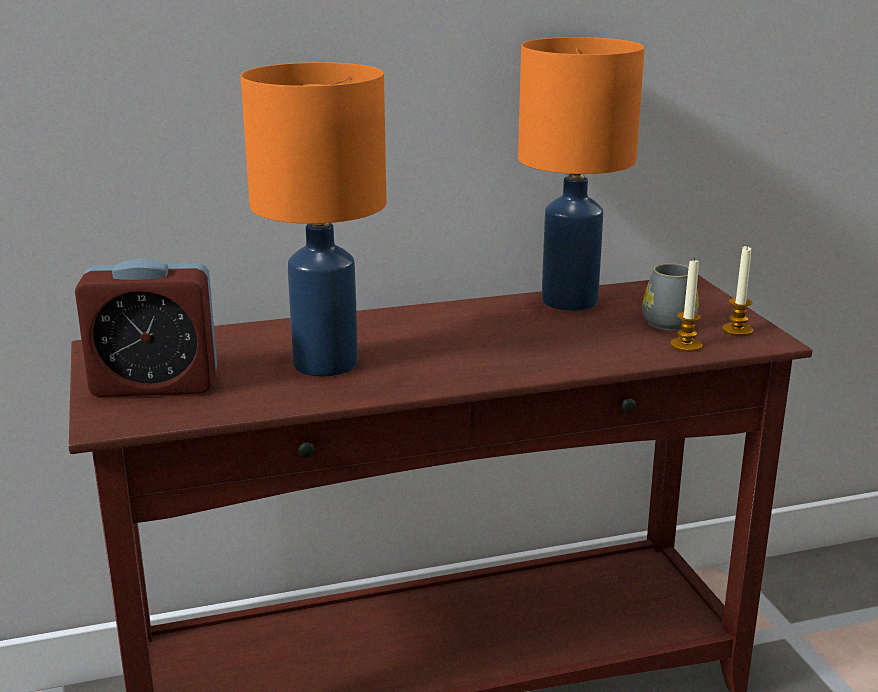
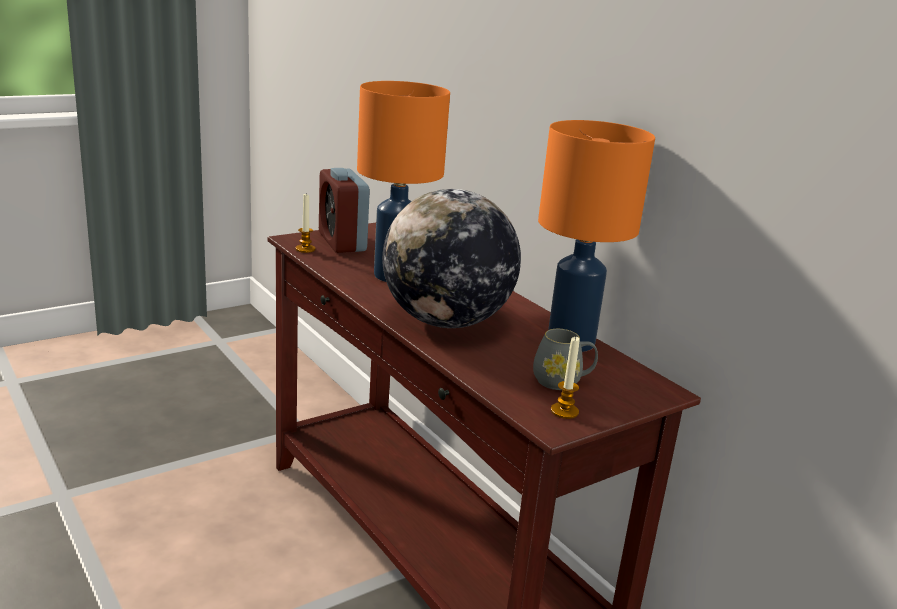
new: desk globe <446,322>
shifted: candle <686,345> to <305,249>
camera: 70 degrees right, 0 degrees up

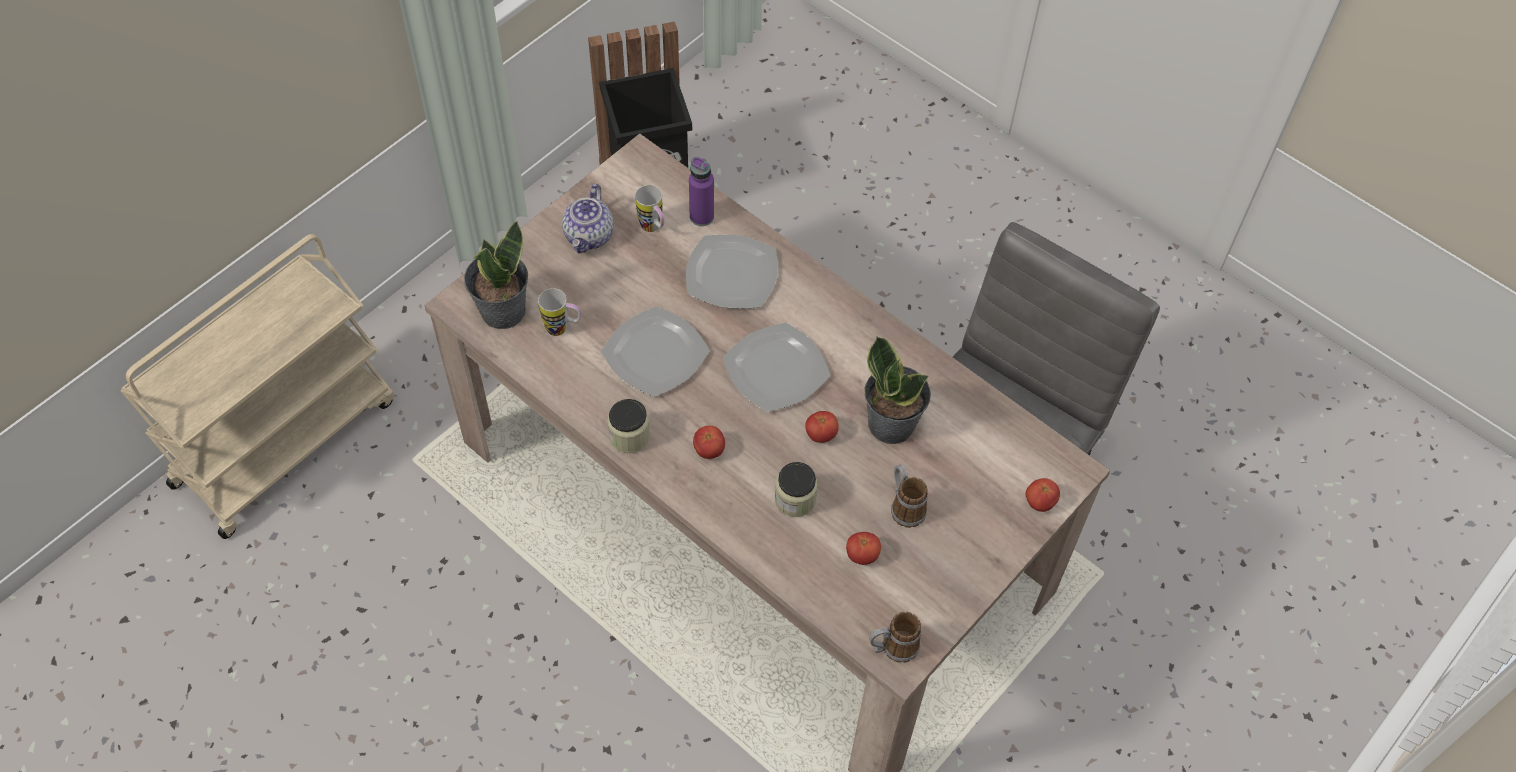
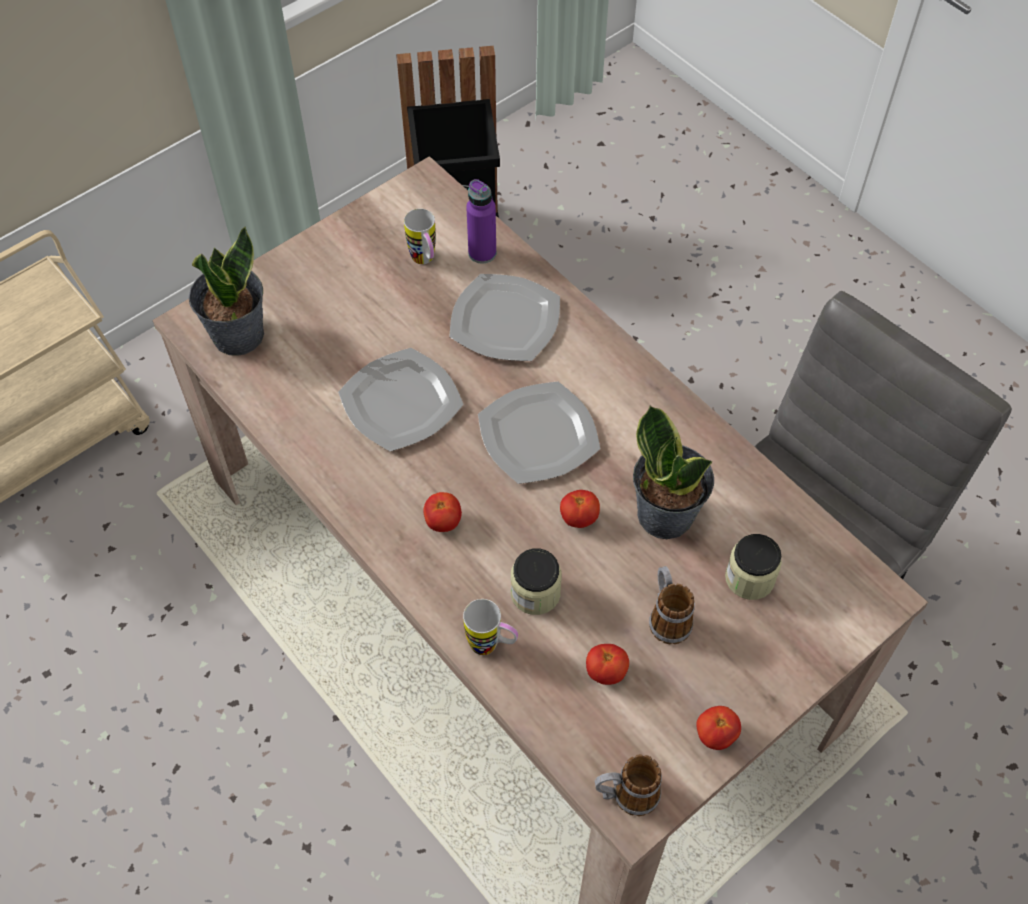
gone: pot for tea <589,236>
shifted: coffee mug <563,329> to <492,646>; preserve jar <629,436> to <749,578>; fresh tomato <1039,502> to <715,735>
camera: 10 degrees right, 0 degrees up

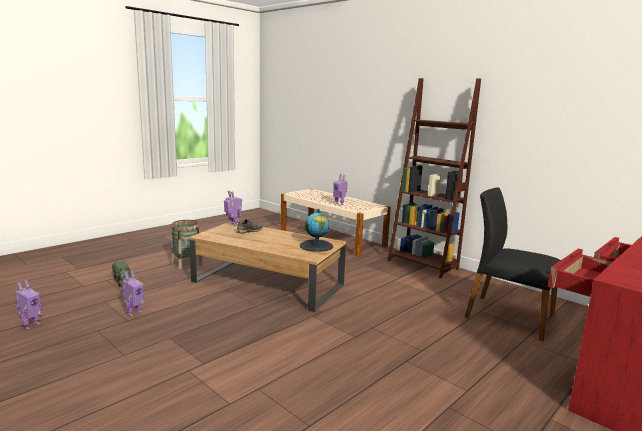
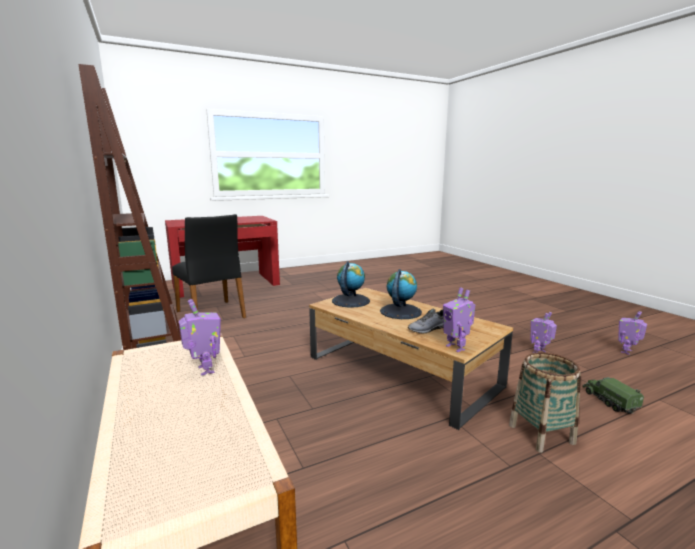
new: desk globe <400,311>
camera: 160 degrees left, 0 degrees up

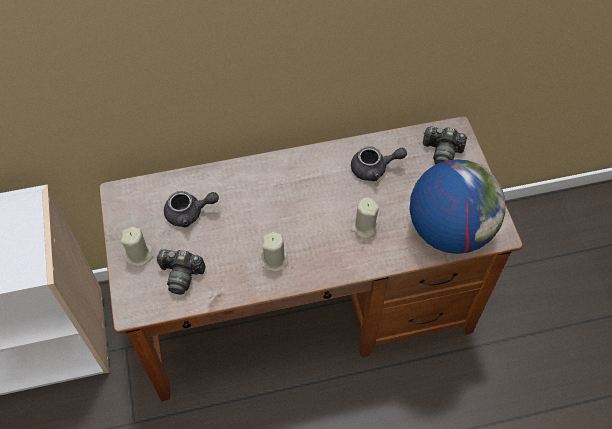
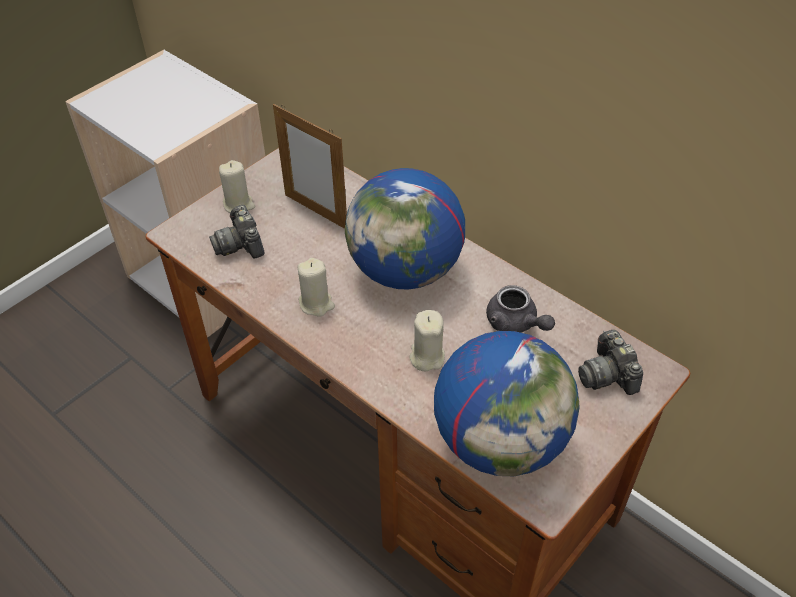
new: desk globe <405,271>
swapped: grey pot for tea <189,213> to standing frame <316,211>
camera: 55 degrees right, 10 degrees down

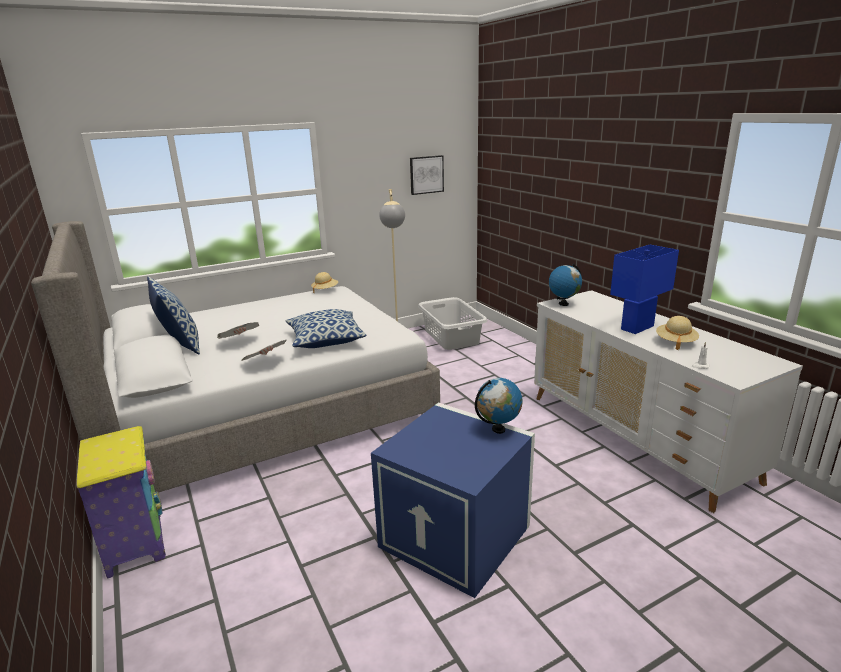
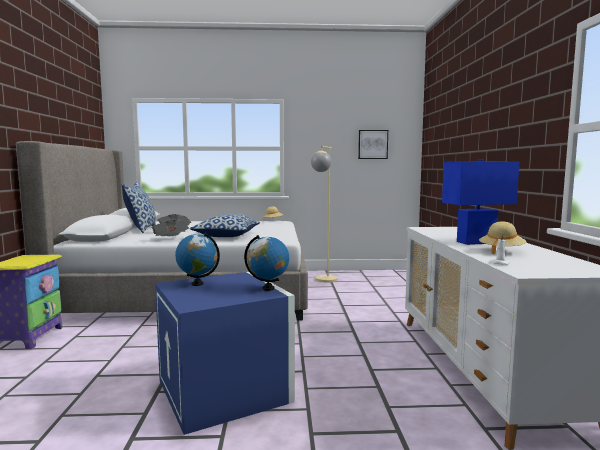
gone: grey washing basket <451,336>
shifted: desk globe <563,304> to <197,284>
camera: 25 degrees right, 15 degrees down

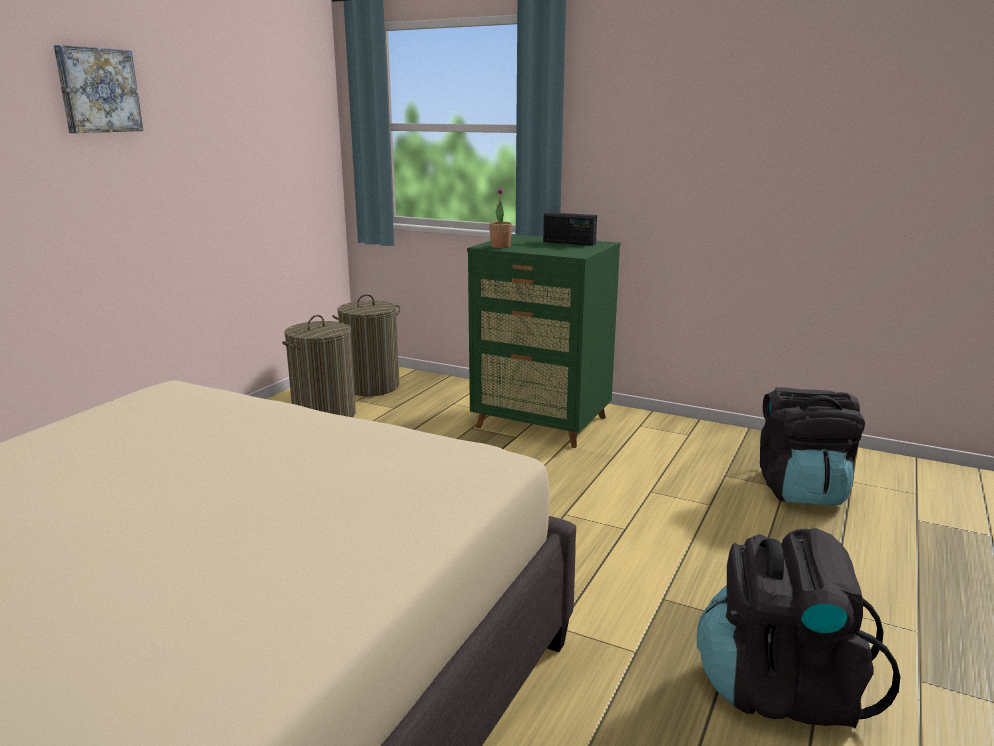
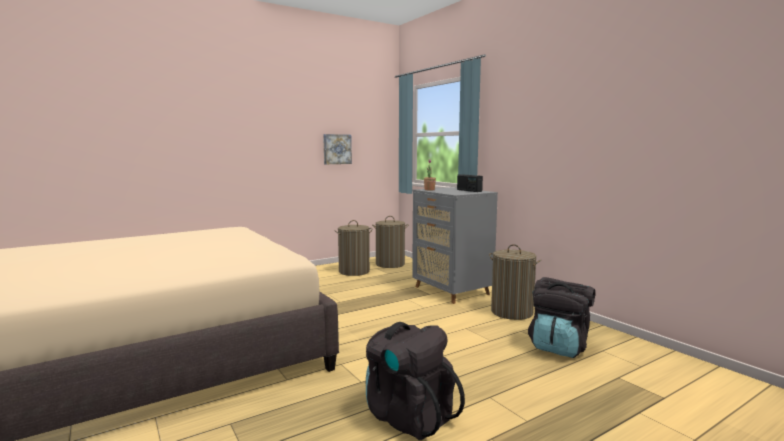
new: washing basket <512,312>
shifted: wall art <97,90> to <337,149>
repainted: greenish chest of drawers <542,422> to grey chest of drawers <452,291>
camera: 30 degrees right, 10 degrees down

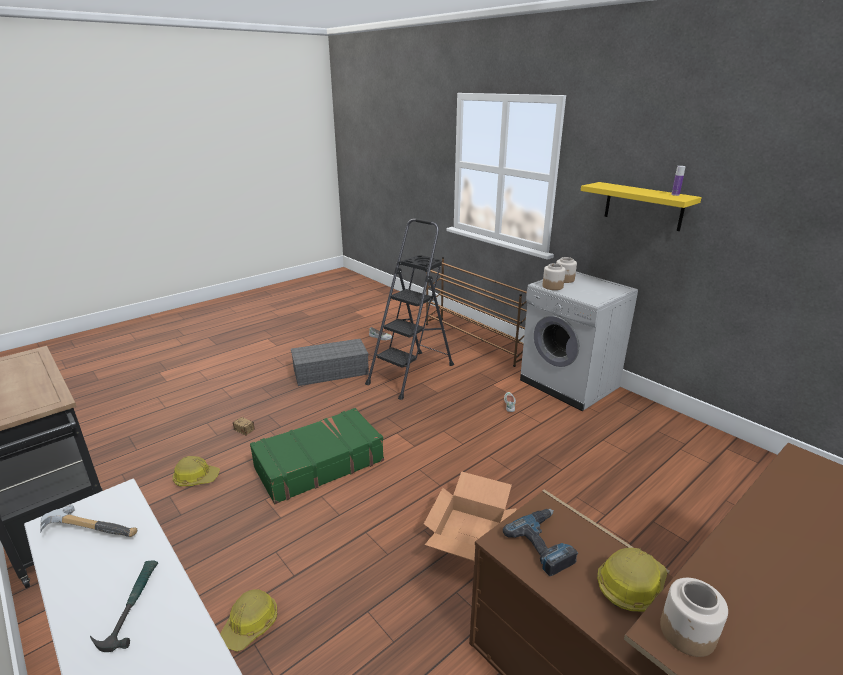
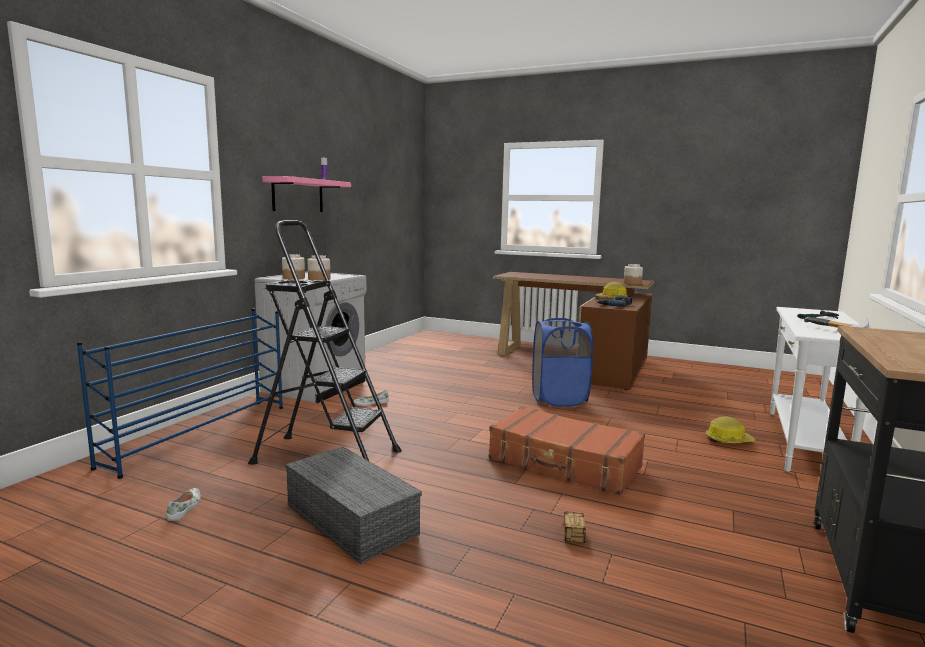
gone: safety helmet <196,478>
swapped: packing box <470,537> to bluish washing basket <559,399>
repainted: greenish suitcase <318,464> to brown-coloured suitcase <564,463>; brown-coloured shoe stand <475,341> to bluish shoe stand <201,434>; yellow-coloured wall shelf <643,206> to pink wall shelf <298,195>
camera: 115 degrees left, 15 degrees down

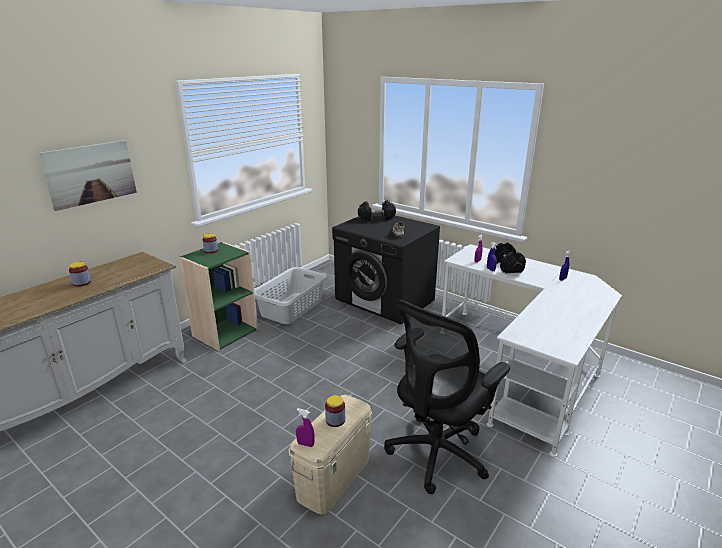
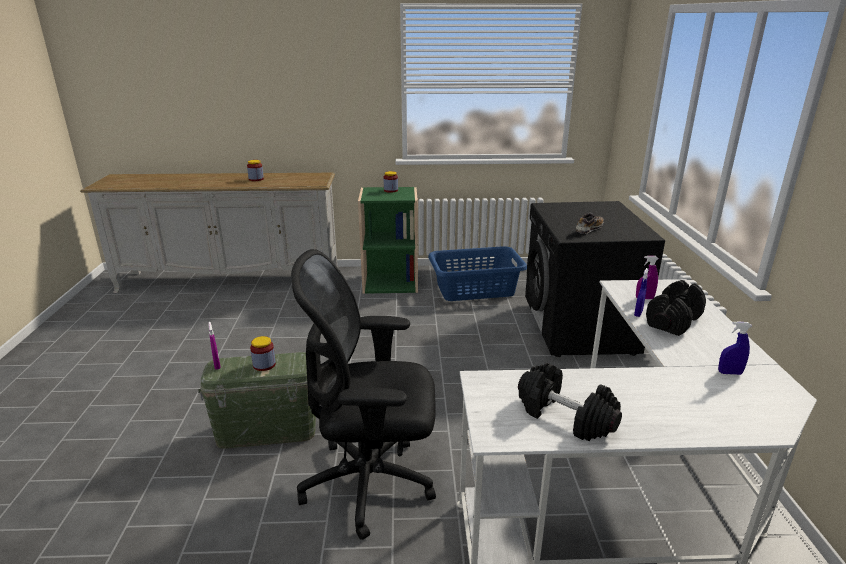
gone: wall art <90,174>
shifted: black free weight <376,218> to <565,417>
repainted: grey washing basket <292,308> to bluish washing basket <476,290>; sand-coloured storage box <333,477> to greenish storage box <267,430>
camera: 50 degrees right, 0 degrees up

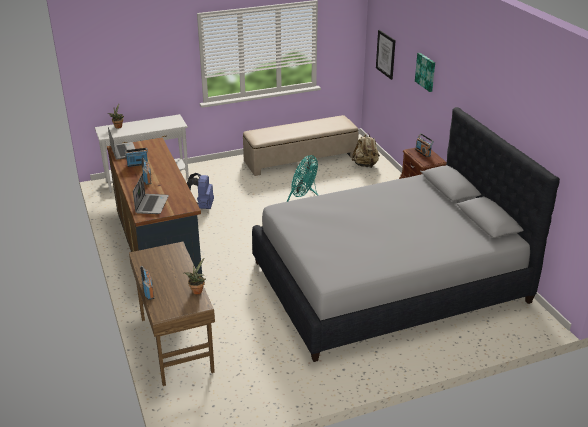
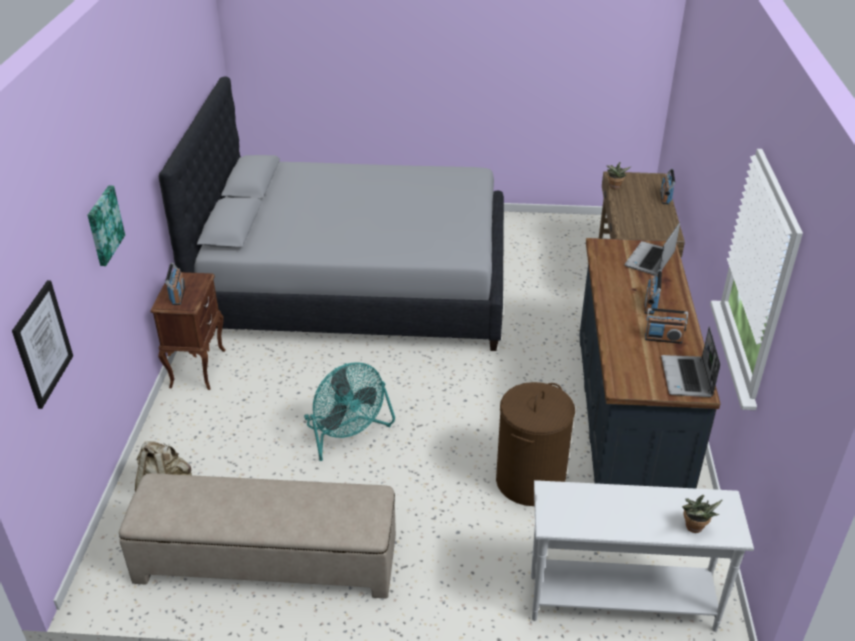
swapped: bluish backpack <202,206> to brown-coloured washing basket <530,481>
camera: 155 degrees left, 5 degrees up

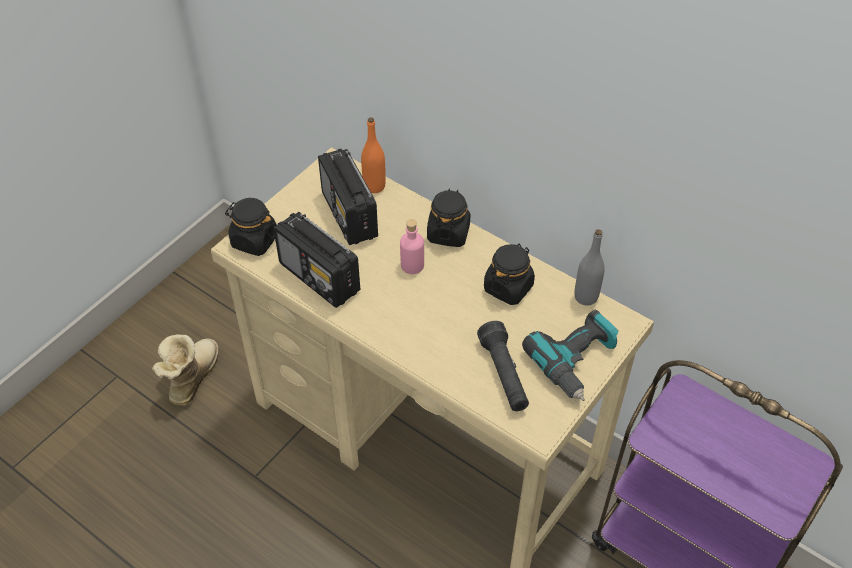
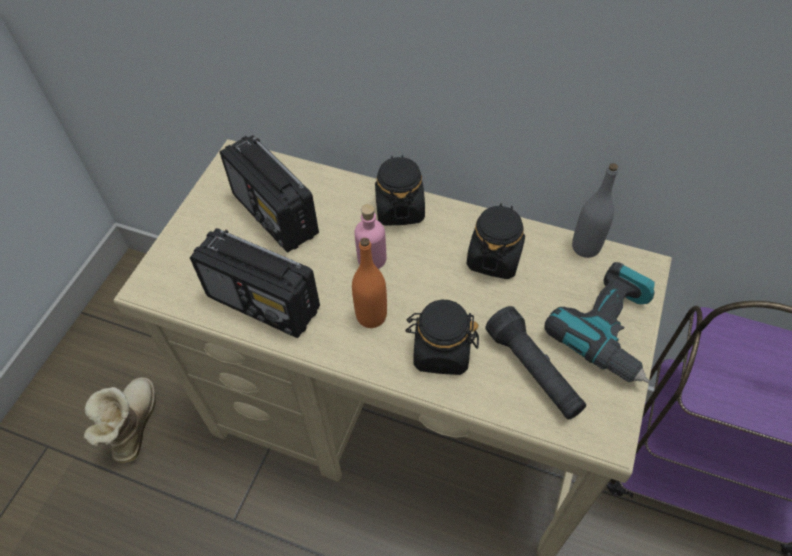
shifted: black preserve jar <254,241> to <441,352>; orange drink bottle <374,186> to <371,316>
camera: 15 degrees left, 5 degrees up

